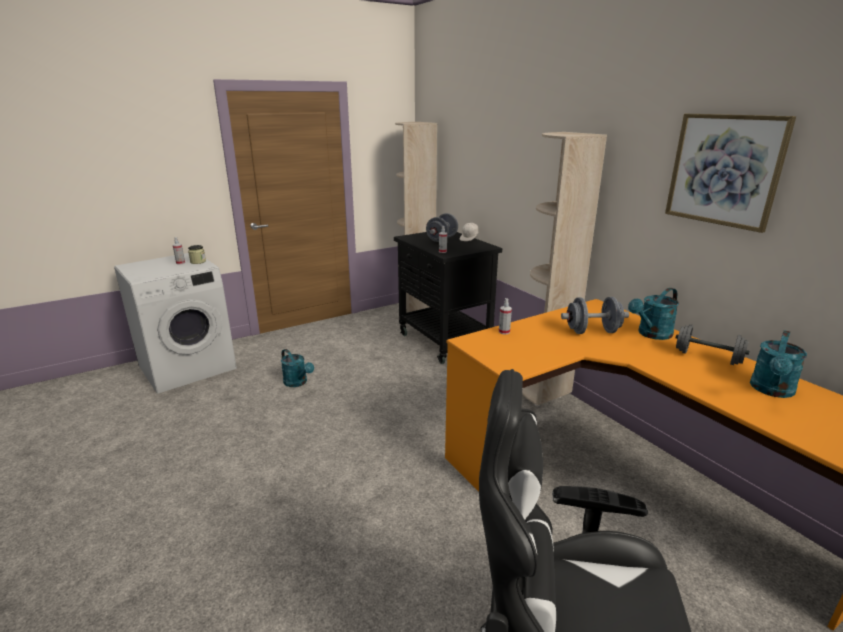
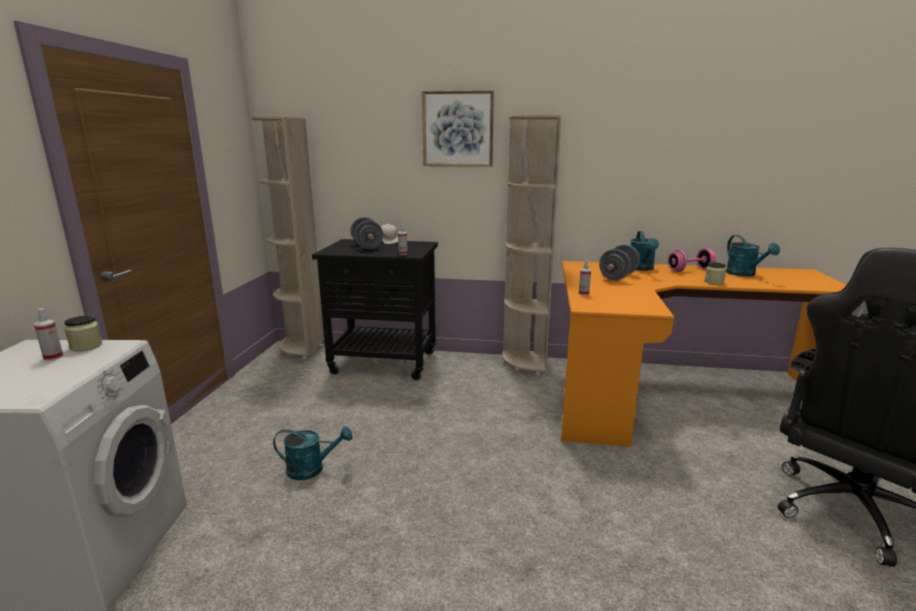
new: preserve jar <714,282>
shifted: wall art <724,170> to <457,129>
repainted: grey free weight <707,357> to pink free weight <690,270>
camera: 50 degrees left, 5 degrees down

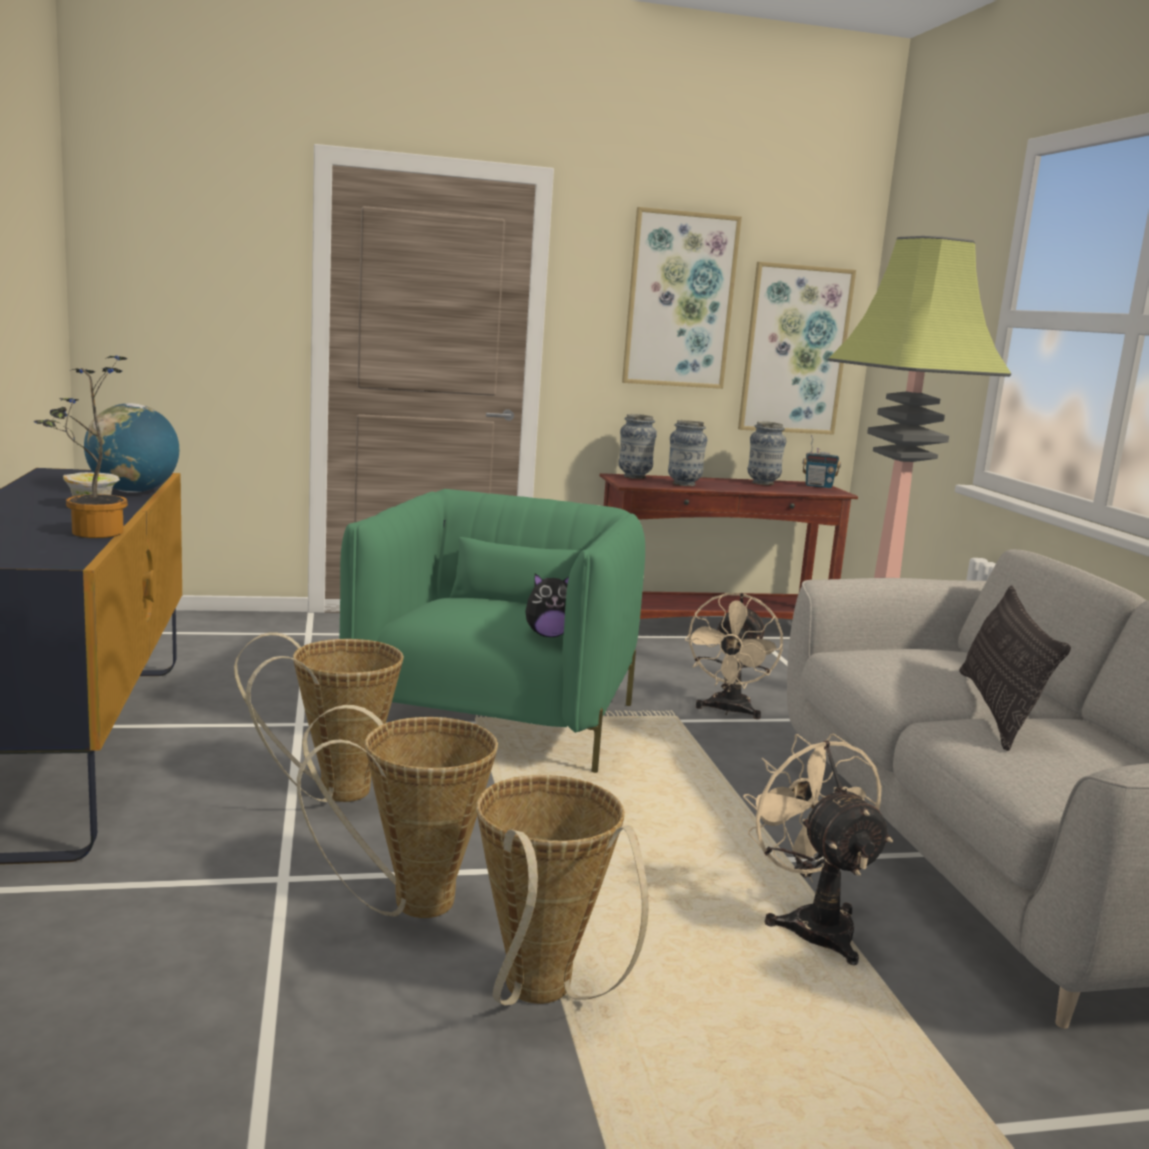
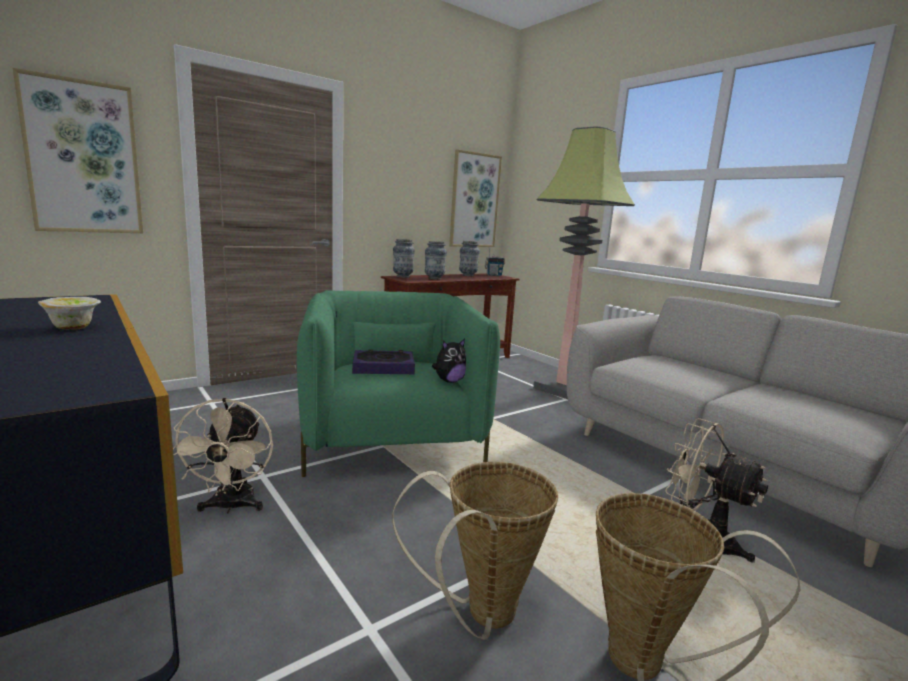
gone: plant in a pot <90,534>; desk globe <133,491>; household basket <332,793>; cushion <997,710>
new: bound book <383,367>
shifted: wall art <679,300> to <83,158>; sand-coloured cooling fan <728,711> to <231,507>
camera: 25 degrees left, 0 degrees up

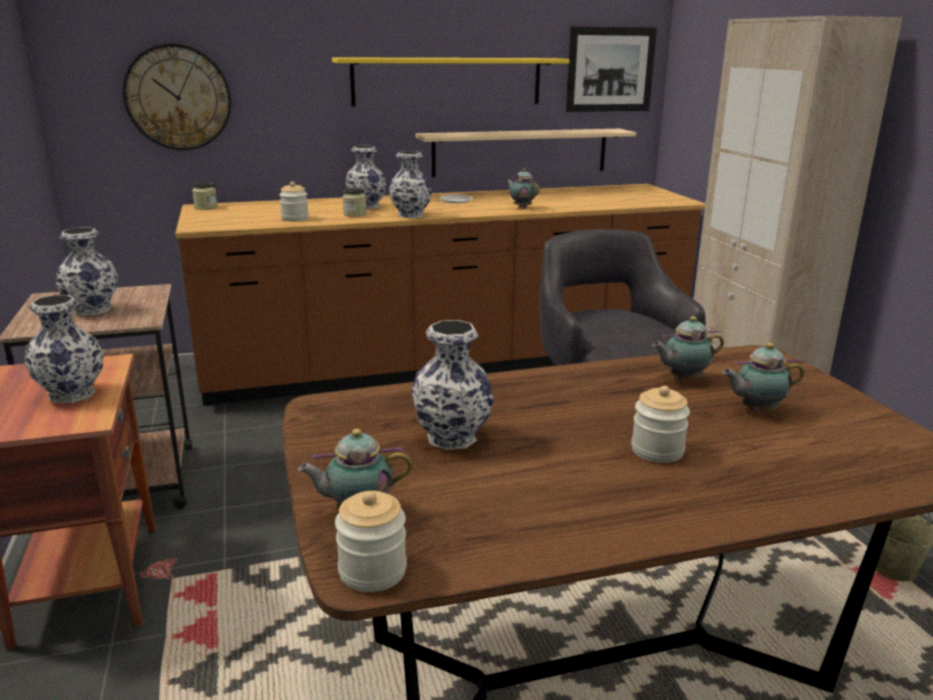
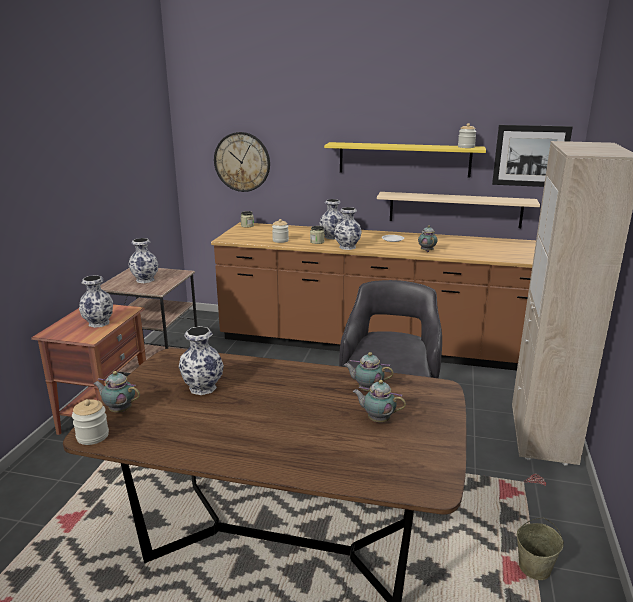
shifted: preserve jar <657,451> to <466,147>
camera: 30 degrees right, 0 degrees up

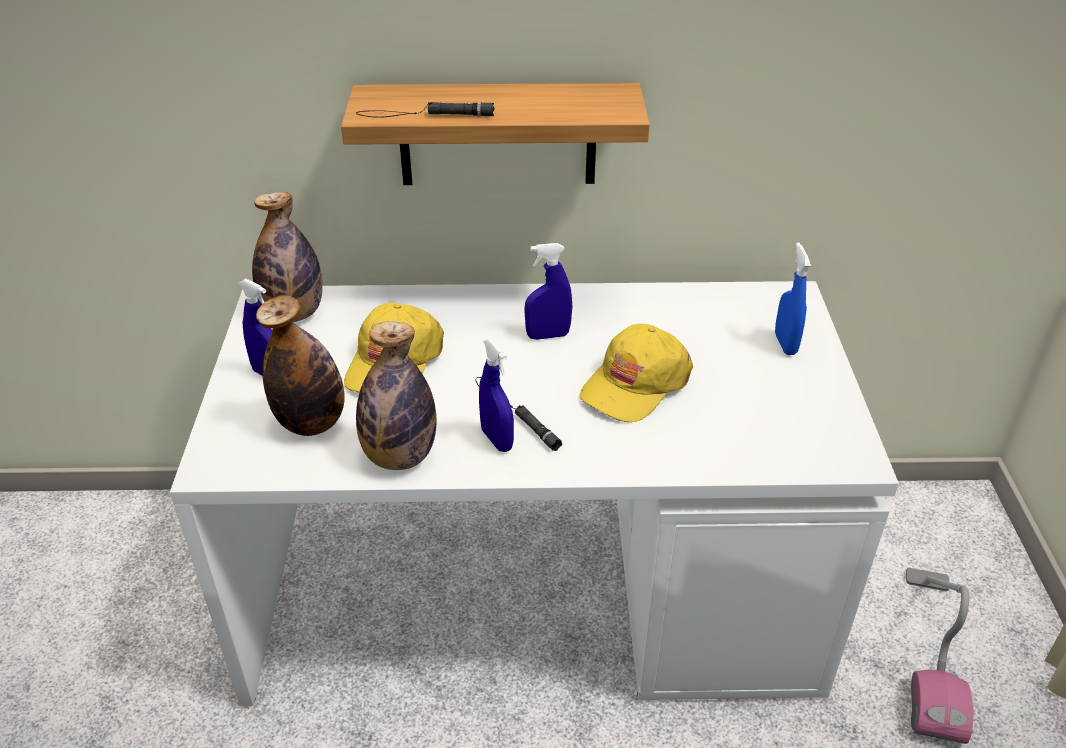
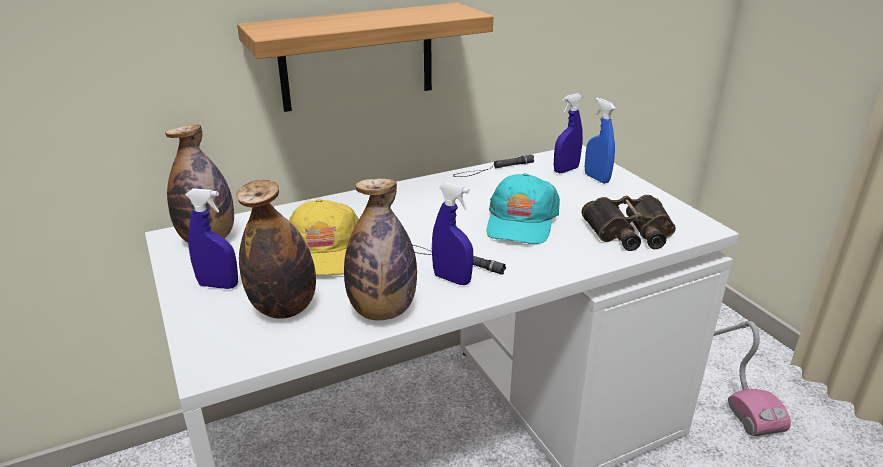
new: pair of binoculars <629,232>
shifted: black torch <425,115> to <493,169>; bluish sprayer <548,335> to <566,170>
repainted: yellow-coloured peaked cap <634,384> to turquoise peaked cap <521,221>
camera: 25 degrees left, 10 degrees down

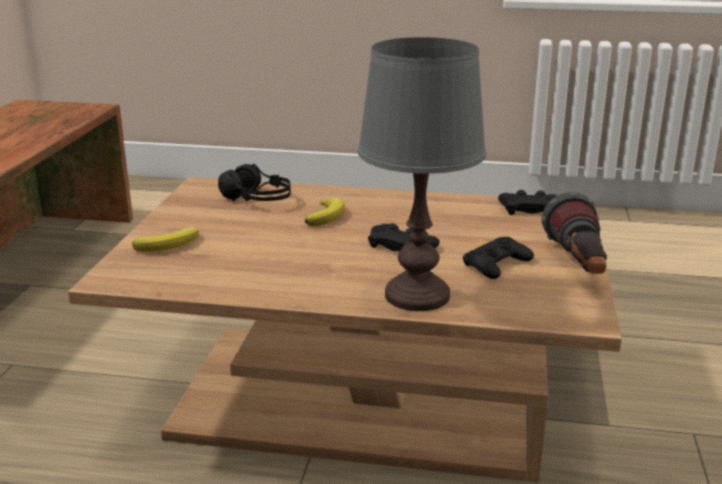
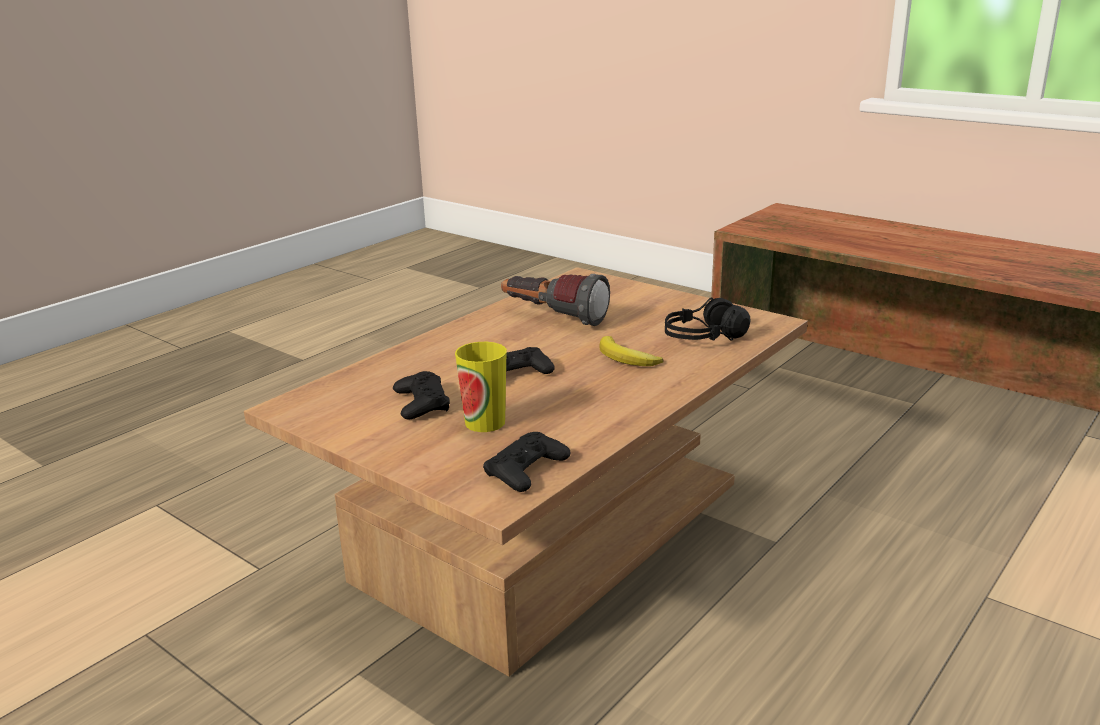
gone: banana fruit <170,244>; grey tabletop lamp <418,296>
new: drinking cup <485,422>
shifted: torch <578,266> to <553,317>
camera: 120 degrees right, 0 degrees up

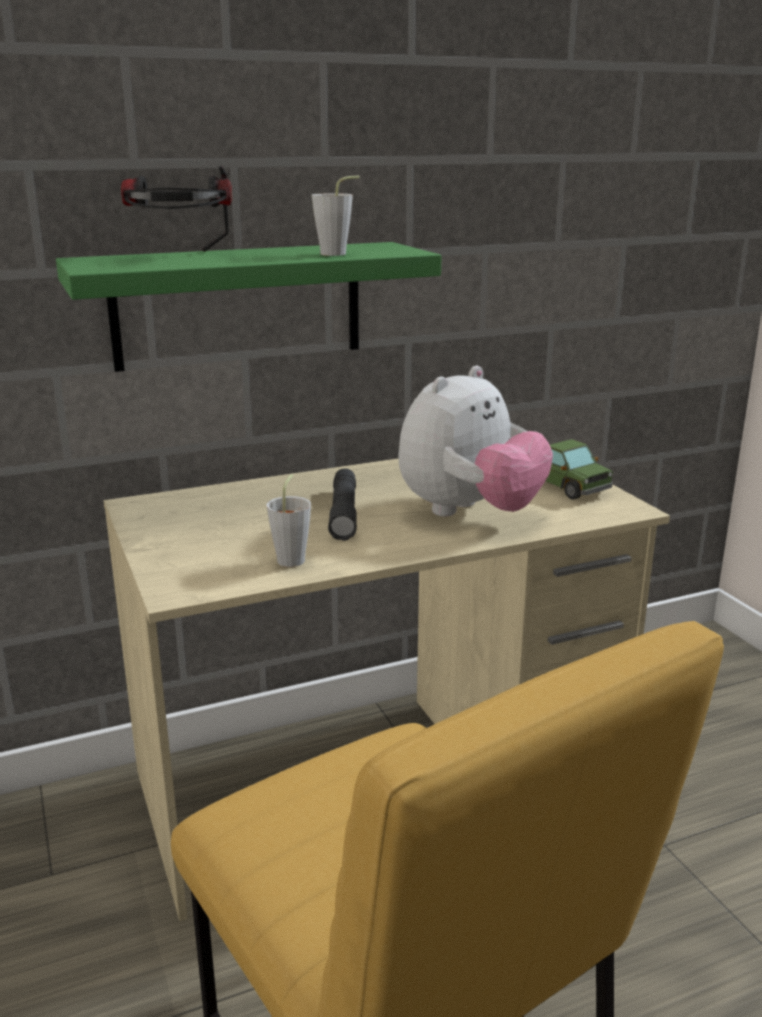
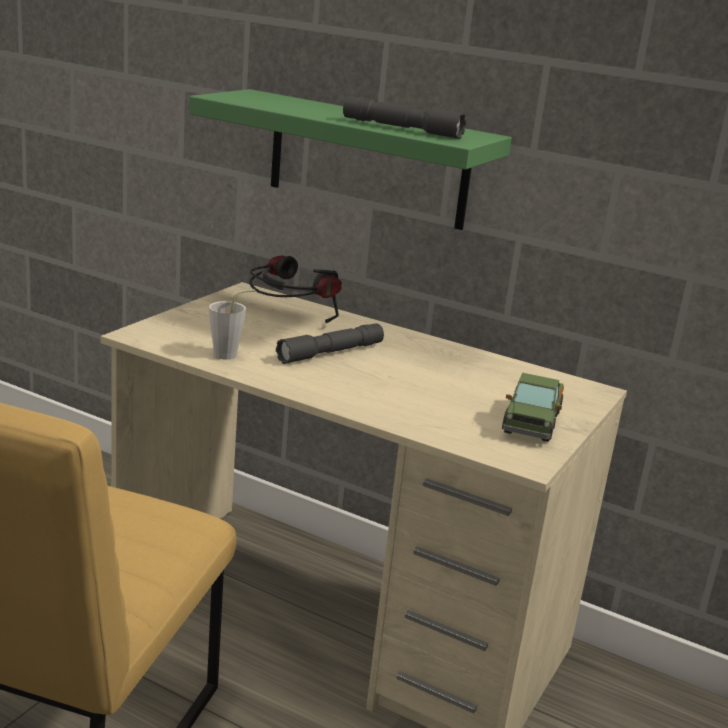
gone: plush toy <470,513>
shifted: pair of headphones <180,257> to <287,324>
swapped: grey drinking cup <339,253> to grey torch <401,129>
camera: 50 degrees right, 0 degrees up

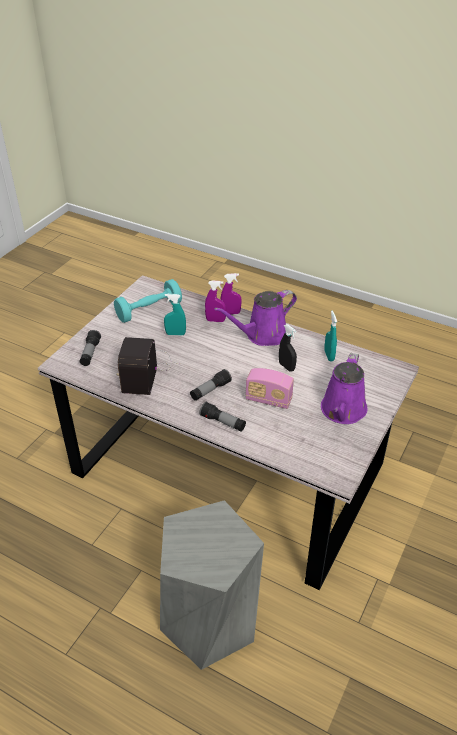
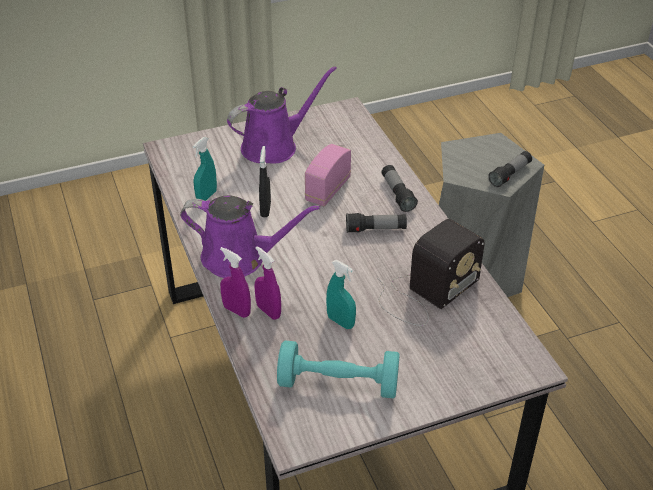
shifted: torch <90,353> to <510,174>
rotated: radio set <268,400> = <327,190> 120 degrees counterclockwise
camera: 140 degrees left, 0 degrees up

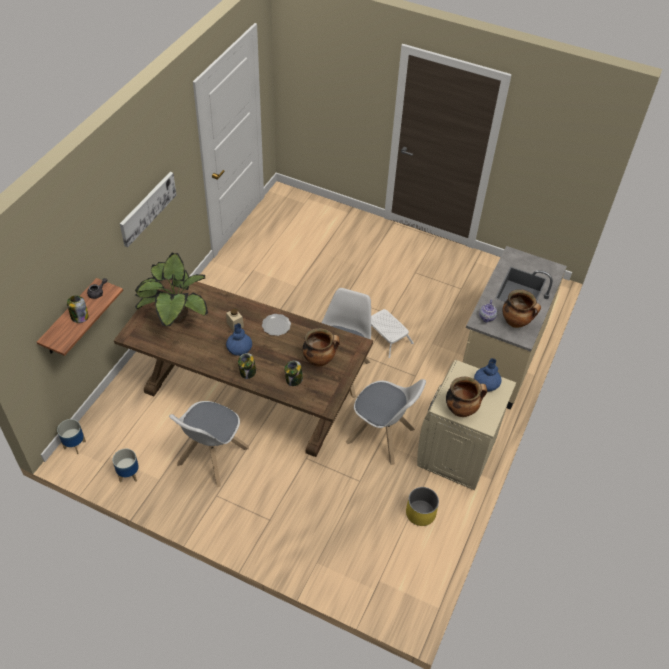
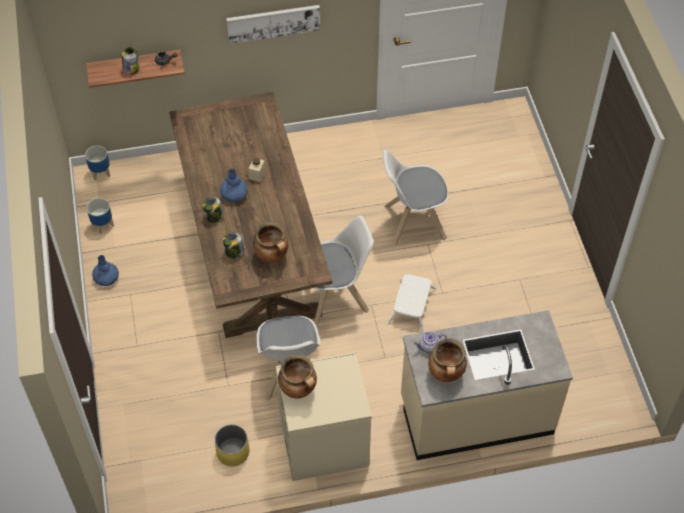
gone: plant in a pot <175,319>; flat dish <276,325>
shifted: plain chair <211,457> to <412,222>; bluish flower vase <486,383> to <106,278>
camera: 55 degrees right, 5 degrees up

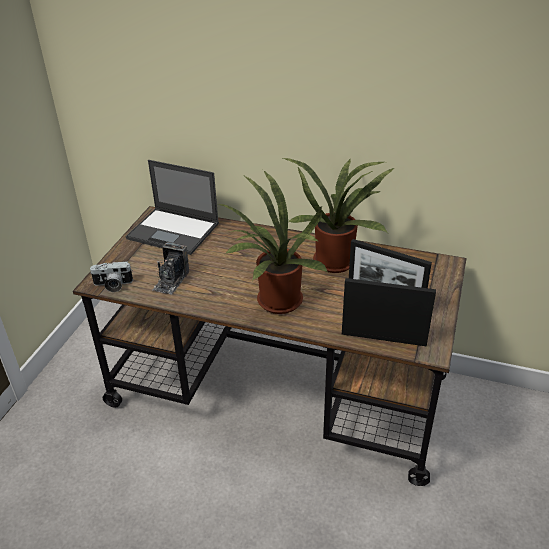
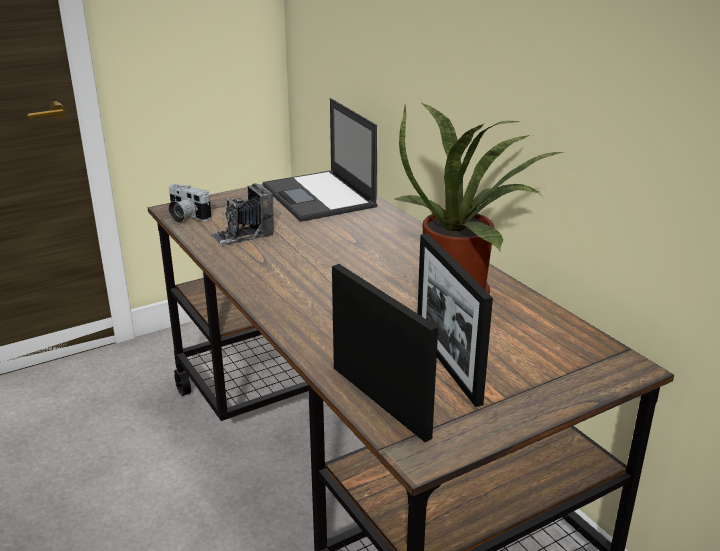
gone: plant in a pot <275,303>
camera: 40 degrees right, 10 degrees down

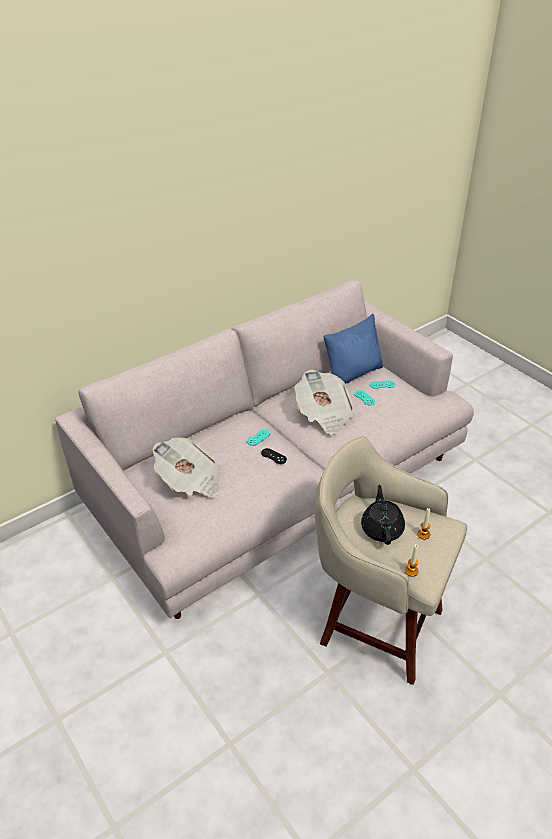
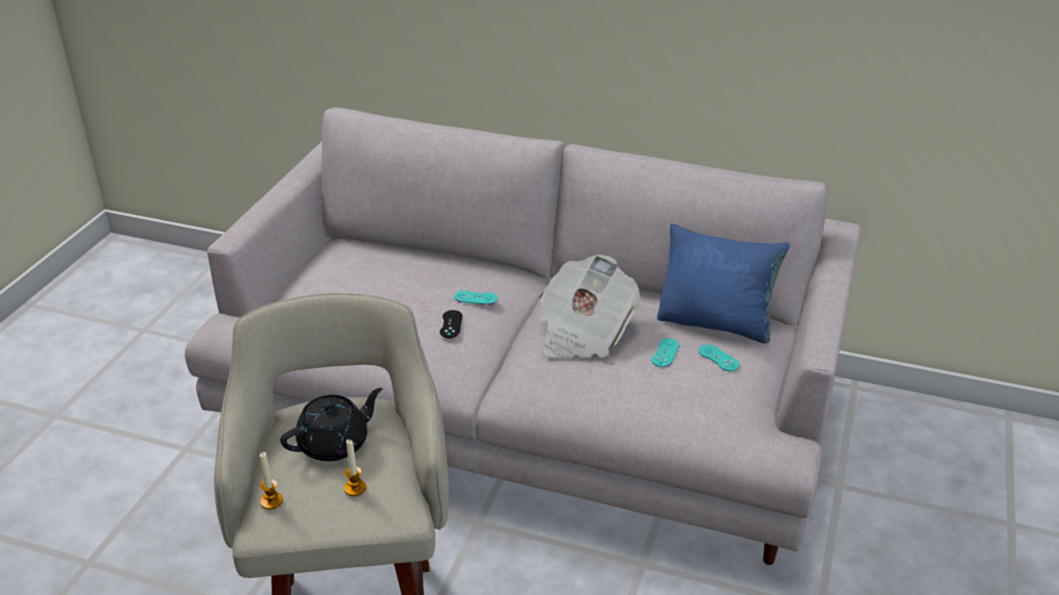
gone: printed paper <190,481>
camera: 55 degrees right, 5 degrees down

